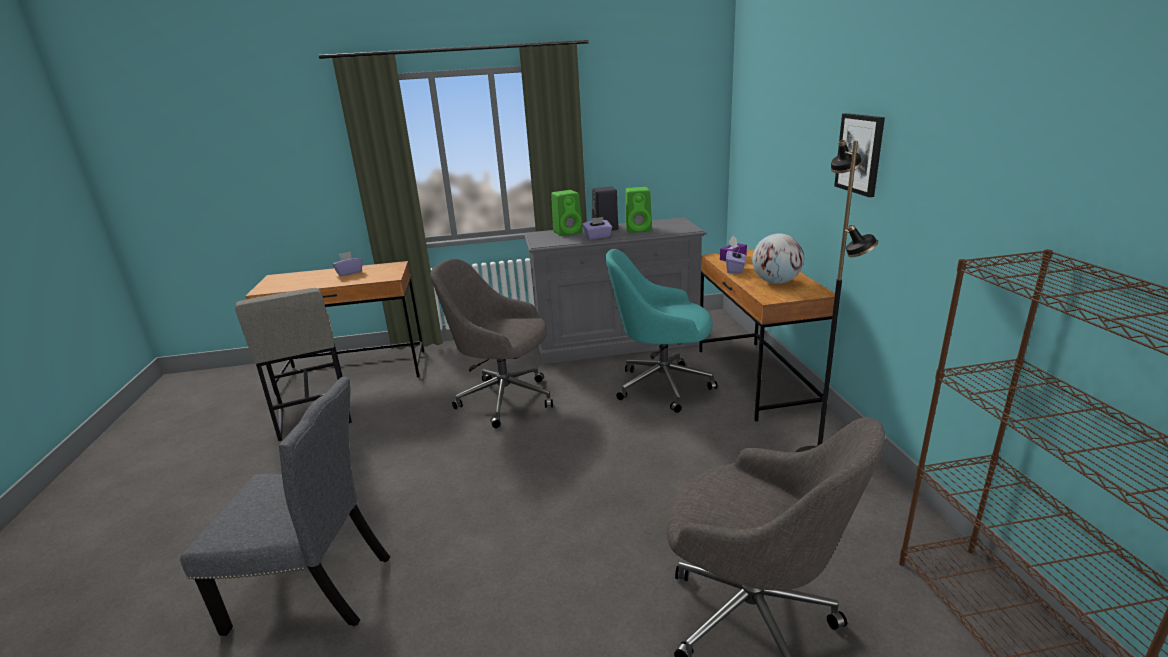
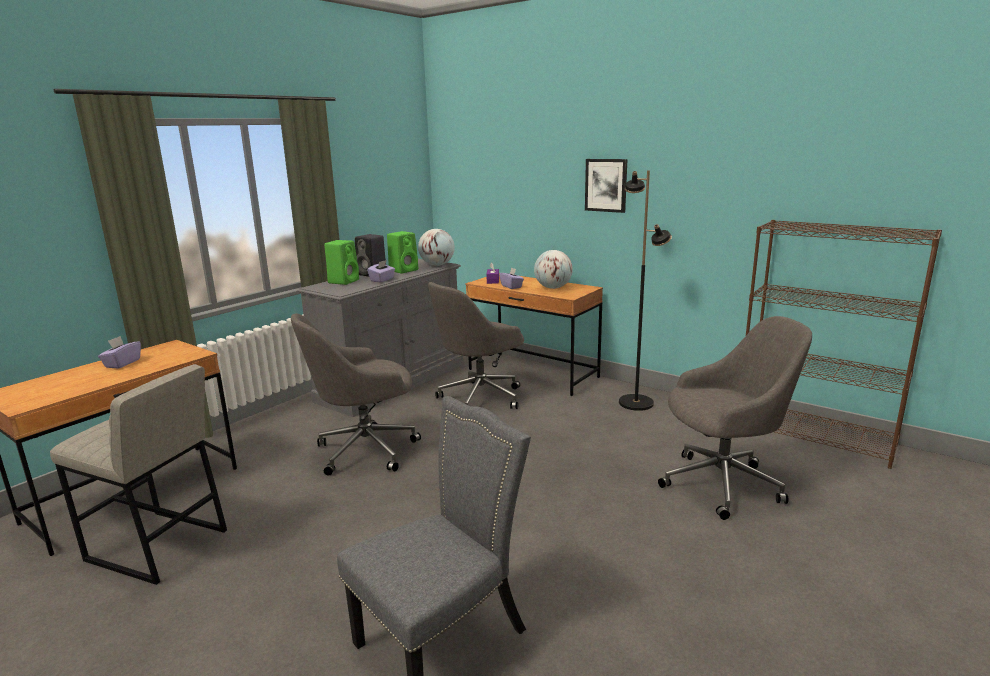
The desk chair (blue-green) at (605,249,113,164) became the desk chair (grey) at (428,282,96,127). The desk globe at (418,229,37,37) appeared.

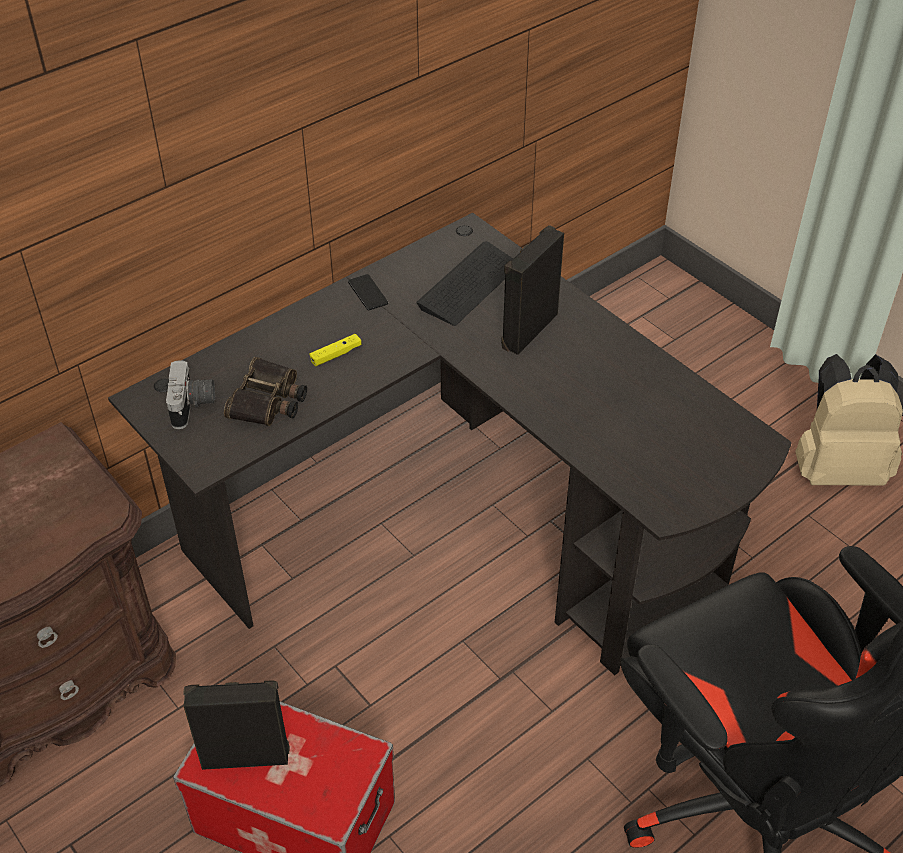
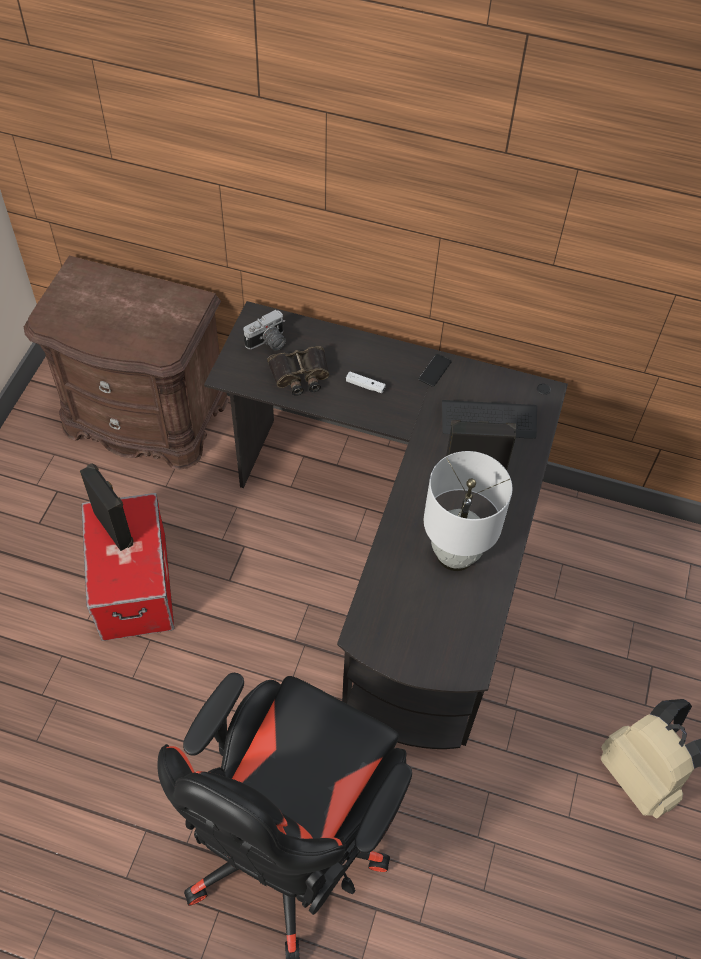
The gamepad (yellow-coloured) at (309,334,53,32) became the gamepad (white) at (346,371,40,22). The lamp for a table (white) at (424,451,88,120) appeared.

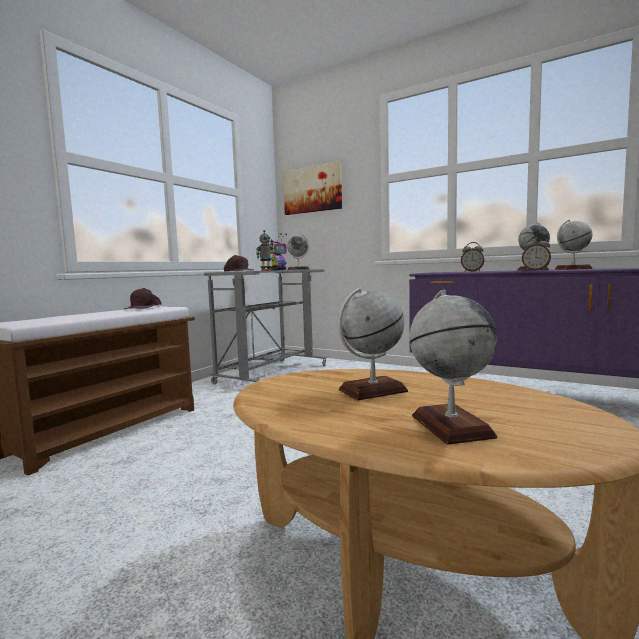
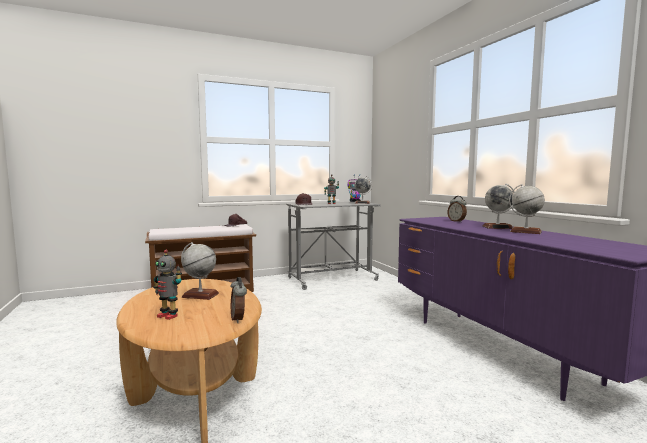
The picture at (283,161,59,54) disappeared. The desk globe at (409,290,89,154) was replaced by the model robot at (153,250,29,70). The alarm clock moved from (522,236,29,35) to (231,277,16,46).

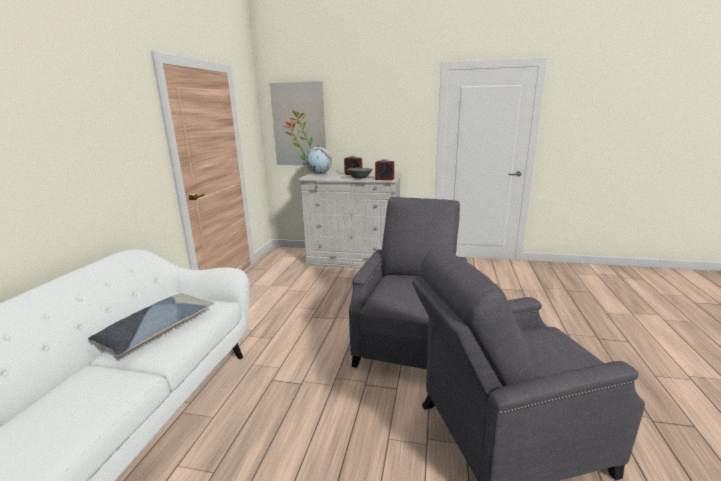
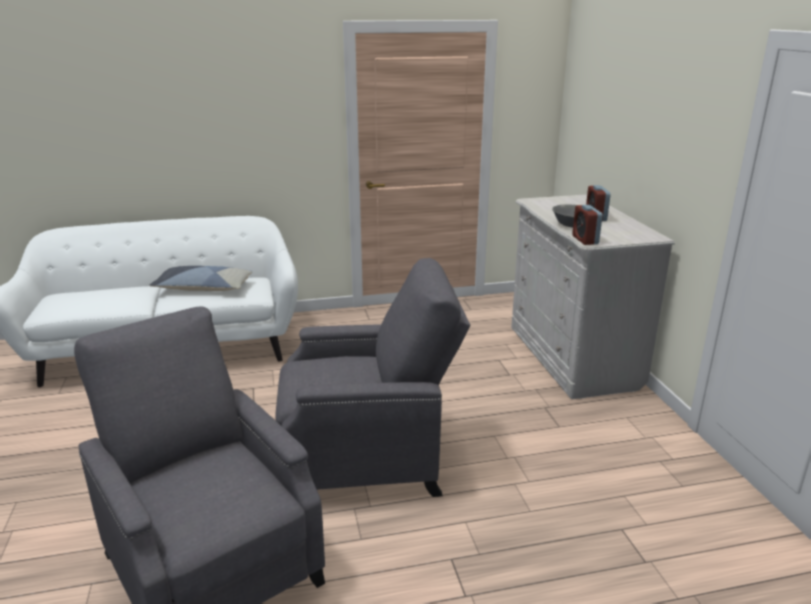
The picture at (270,81,56,84) disappeared. The desk globe at (305,147,27,27) disappeared.

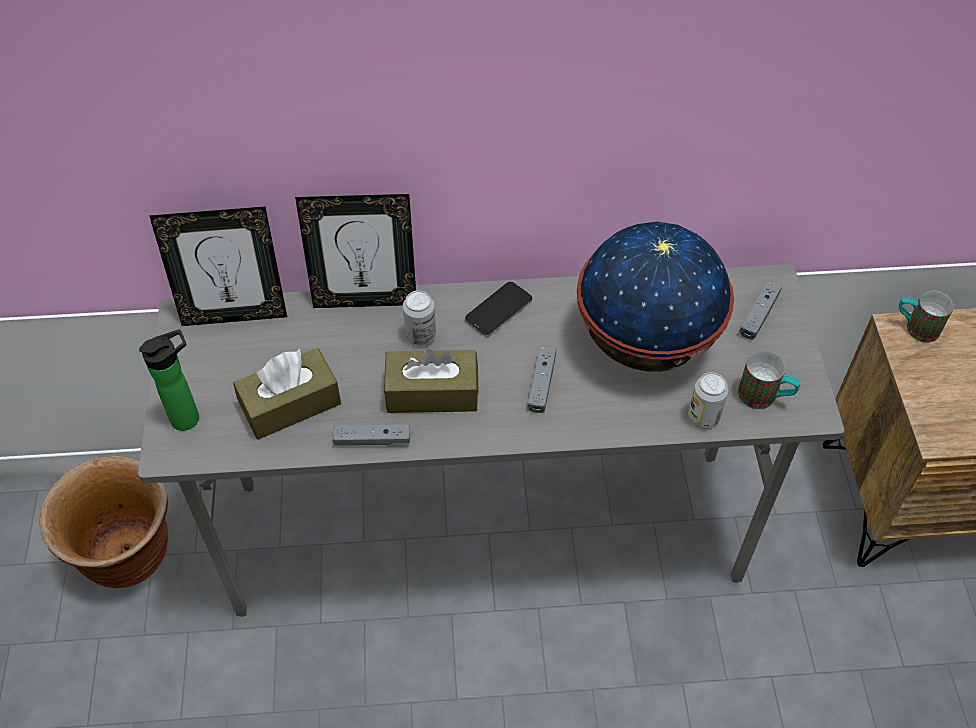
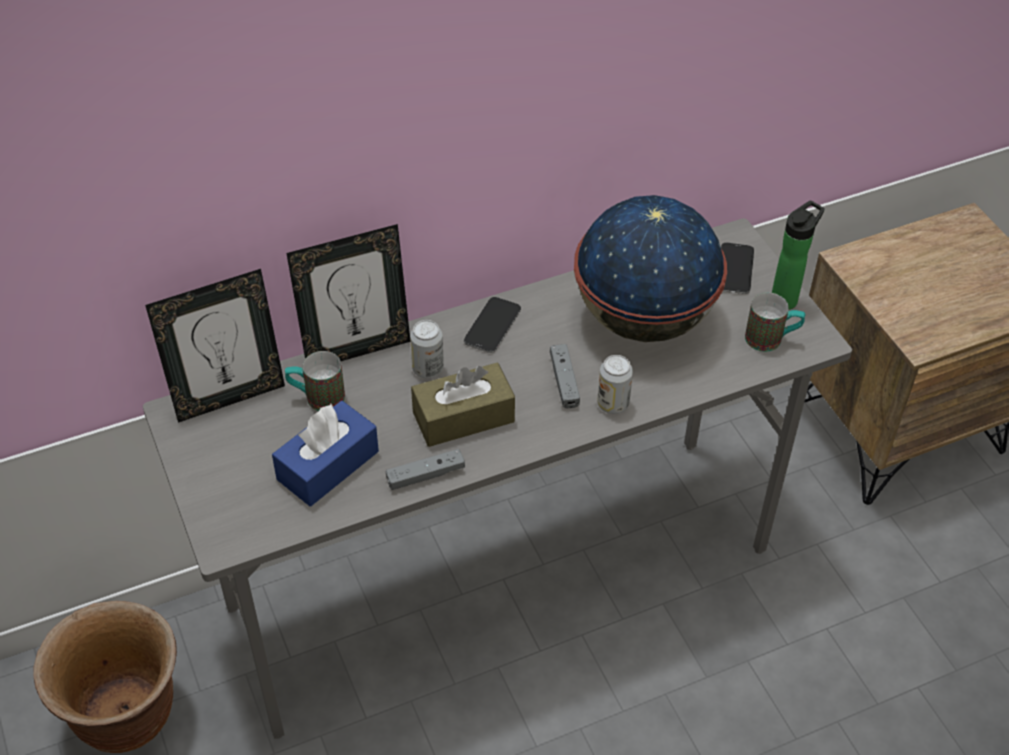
The beverage bottle moved from (139,329,60,102) to (772,200,53,110). The box of tissues (brown-coloured) at (233,348,108,92) became the box of tissues (blue-coloured) at (272,401,107,105). The can moved from (688,372,40,57) to (597,355,36,59). The gamepad (grey) at (739,280,43,60) was replaced by the handset at (721,243,33,51). The tea mug moved from (899,290,55,53) to (285,351,60,60).

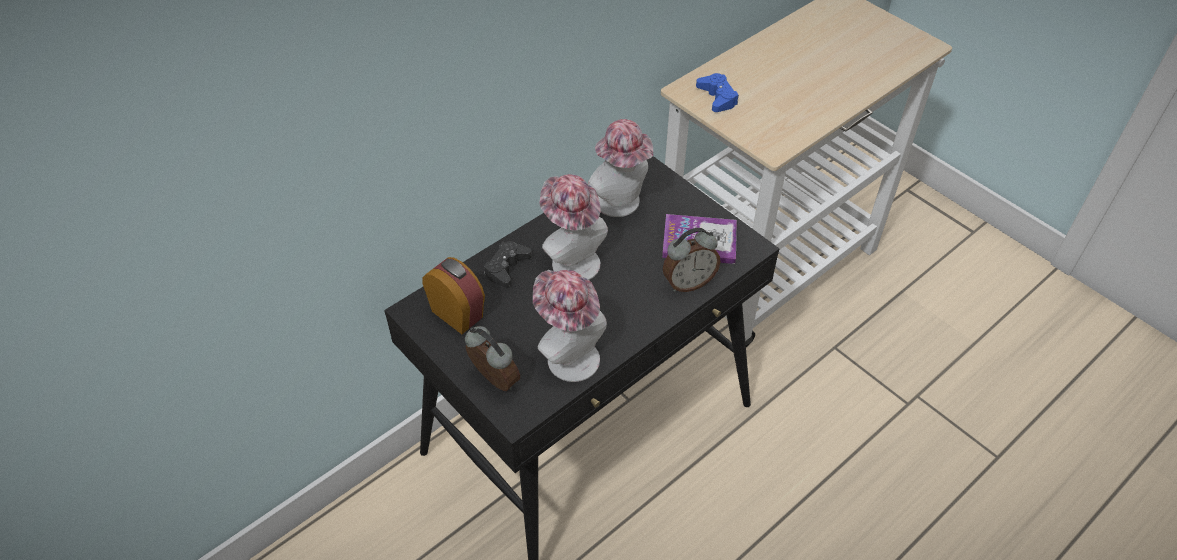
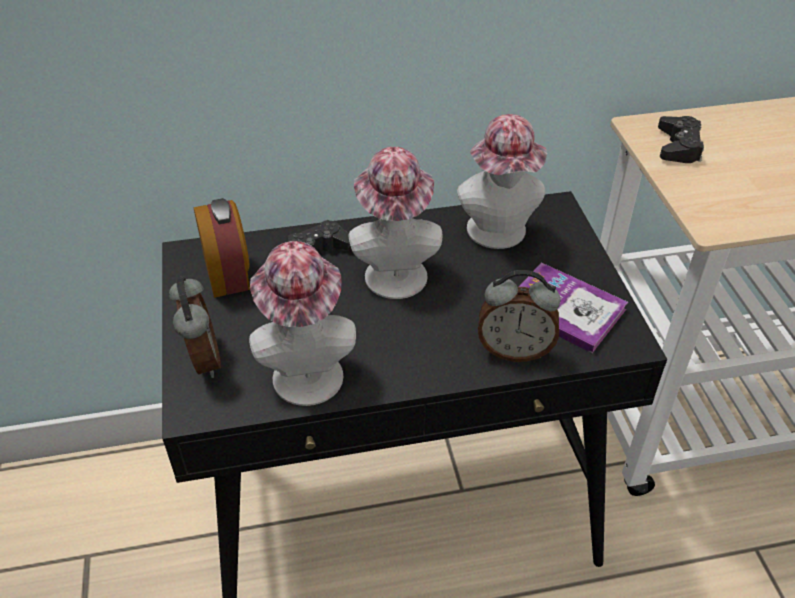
The gamepad (blue-coloured) at (696,73,43,39) became the gamepad (black) at (658,116,46,47).

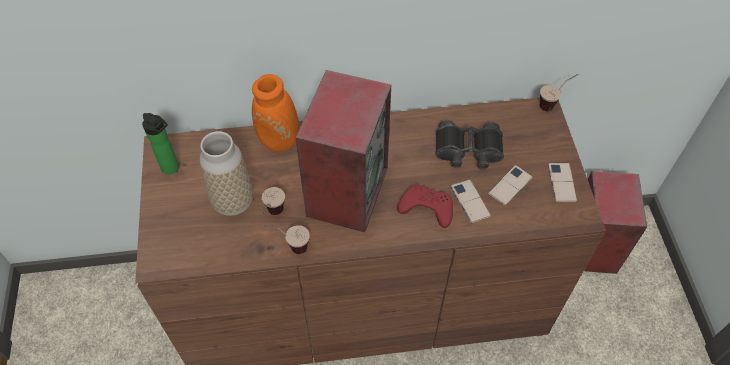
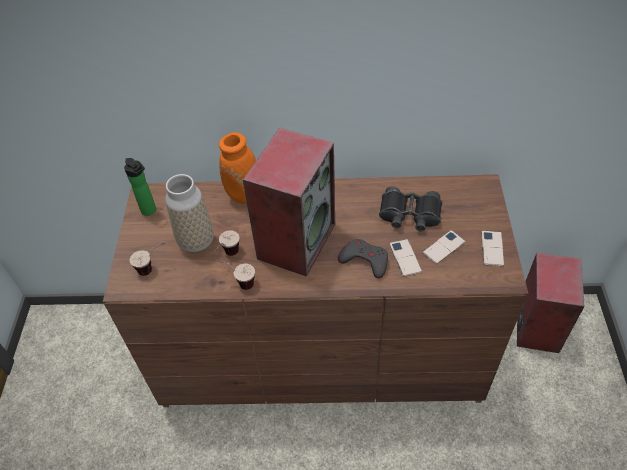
The gamepad (reddish) at (397,185,56,43) became the gamepad (grey) at (338,239,50,39). The drinking cup moved from (540,74,38,37) to (130,243,35,33).

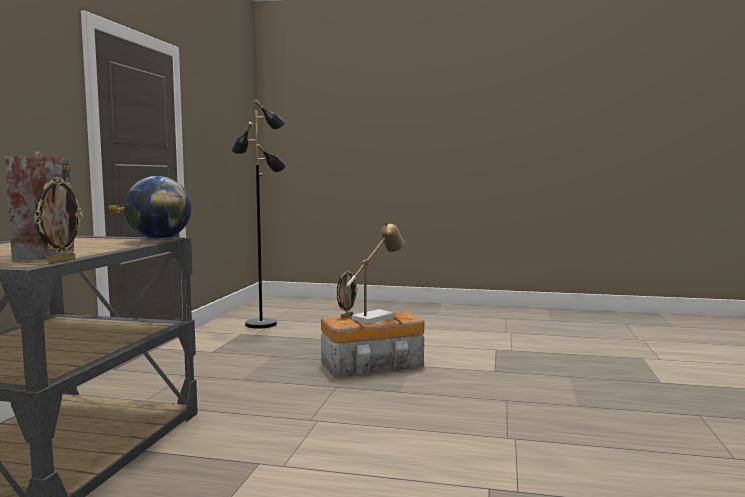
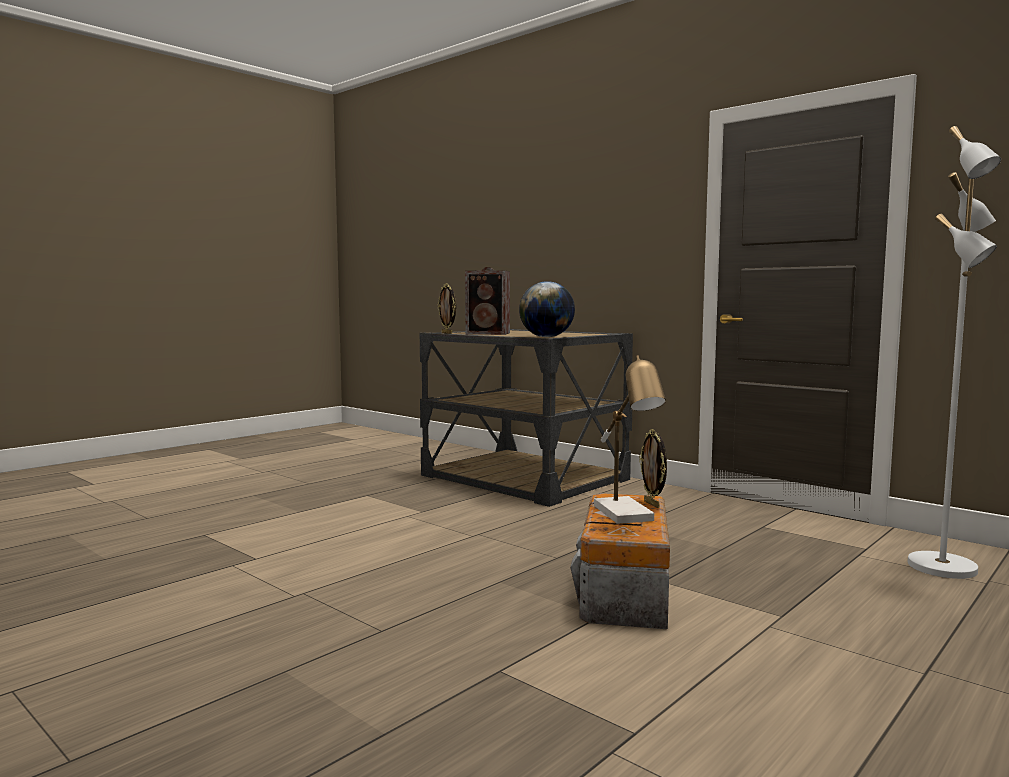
The floor lamp (black) at (231,99,55,230) became the floor lamp (white) at (908,126,93,453).

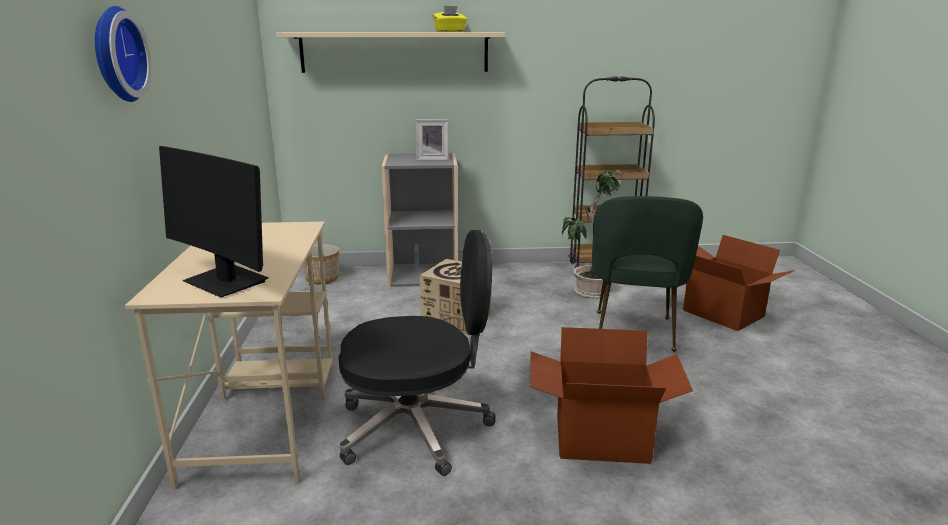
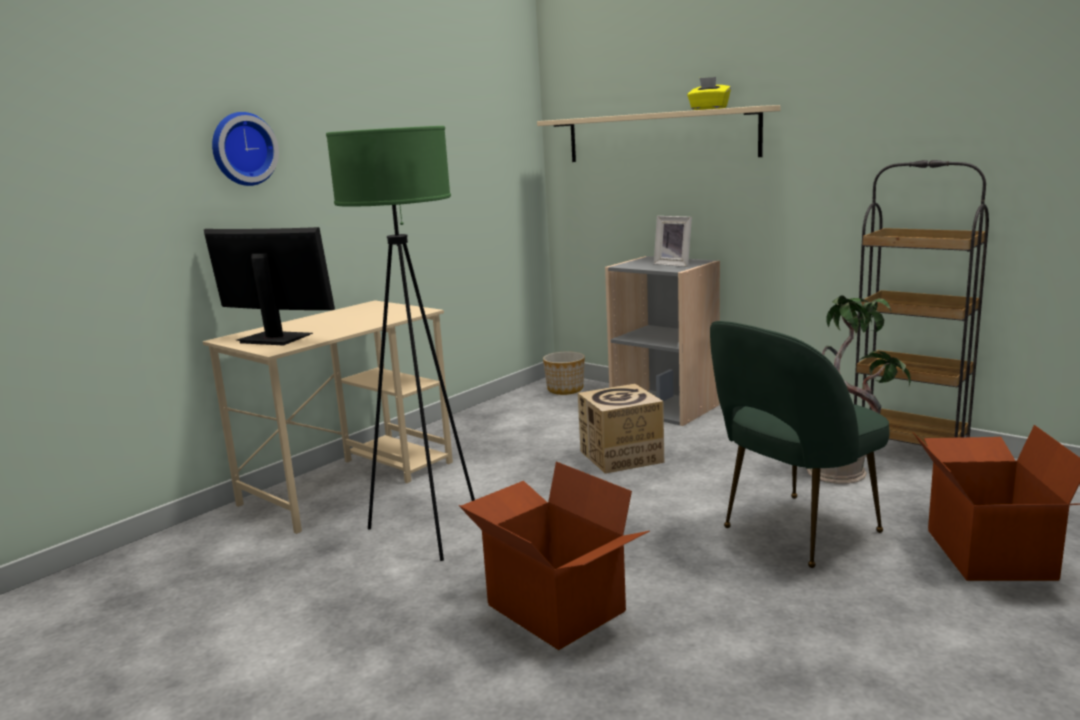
The monitor at (159,146,110,151) turned 120 degrees clockwise. The desk chair (black) at (338,230,157,246) was replaced by the floor lamp (green) at (326,126,149,435).

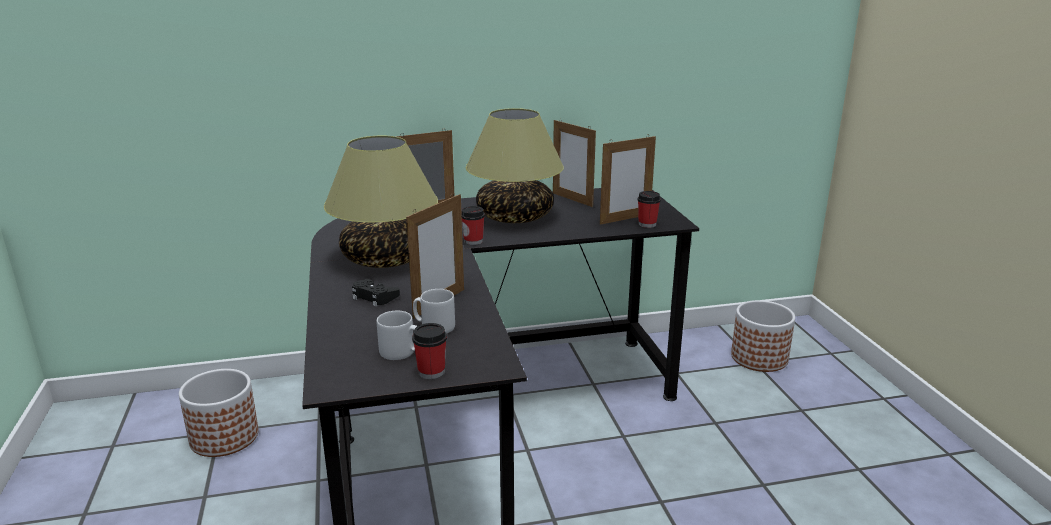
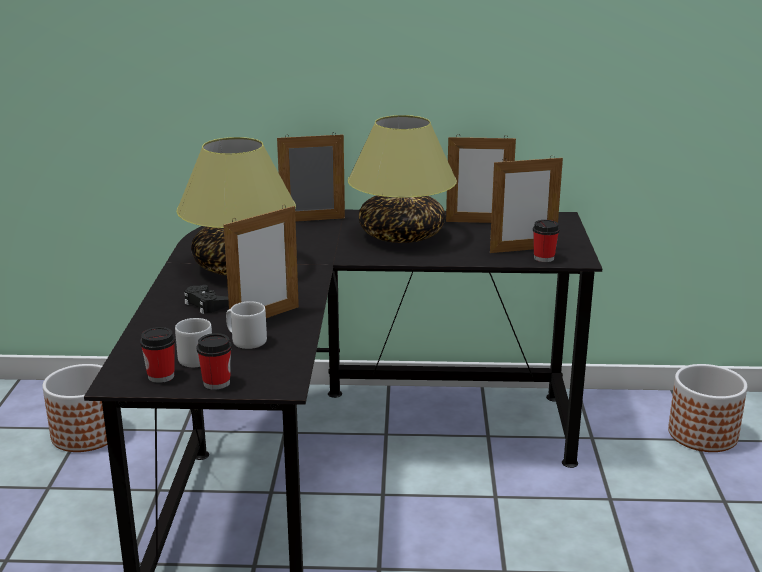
The drinking cup moved from (461,206,24,39) to (140,327,35,56). The standing frame at (553,119,43,88) turned 60 degrees counterclockwise.

